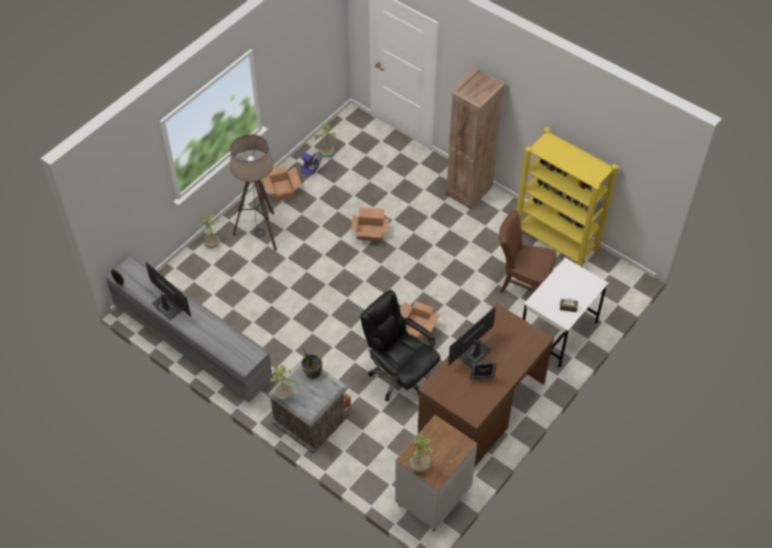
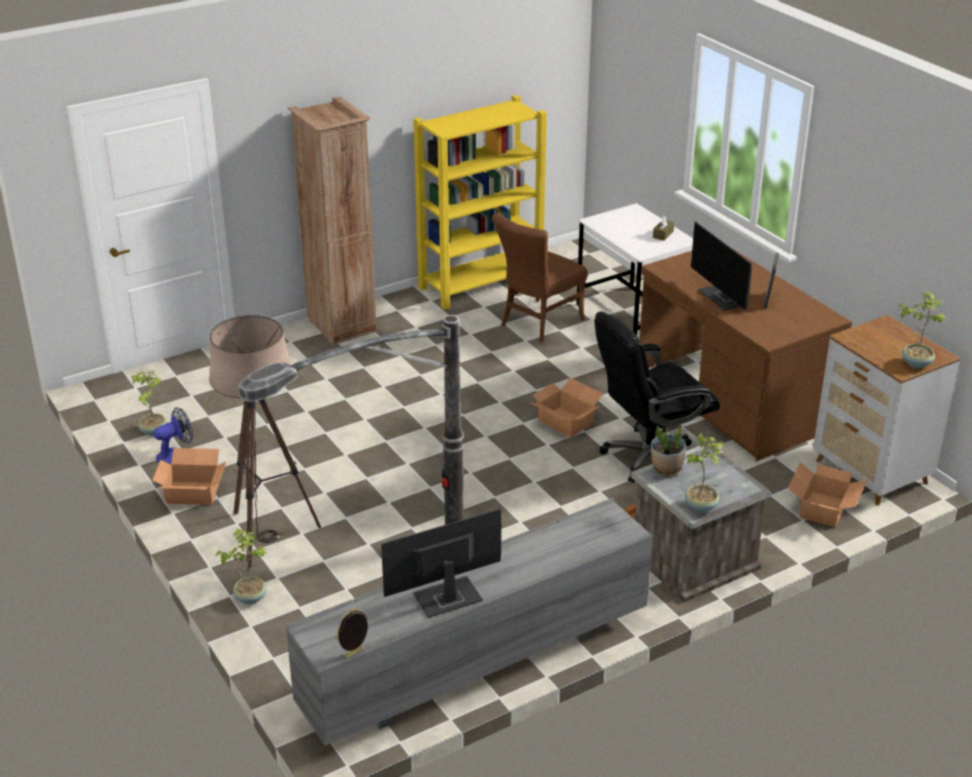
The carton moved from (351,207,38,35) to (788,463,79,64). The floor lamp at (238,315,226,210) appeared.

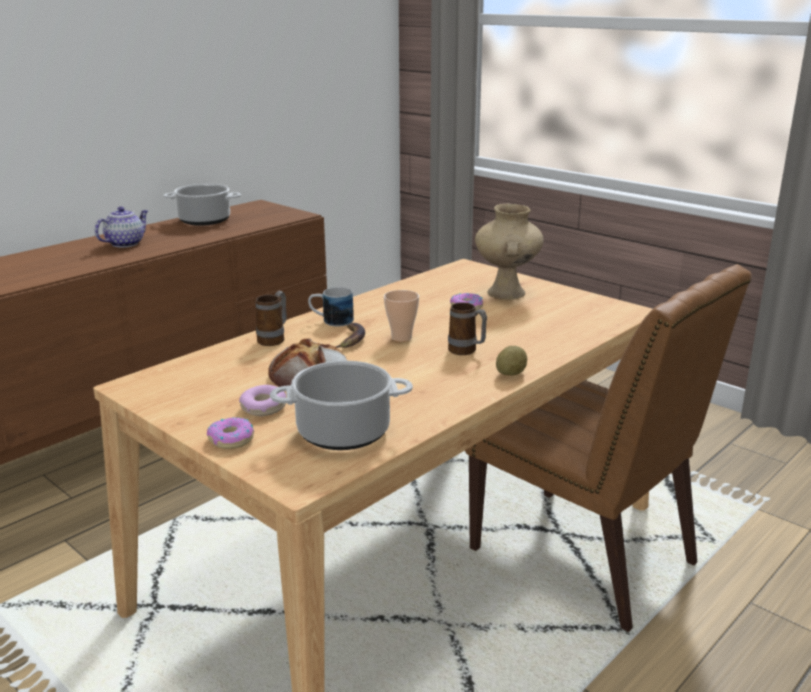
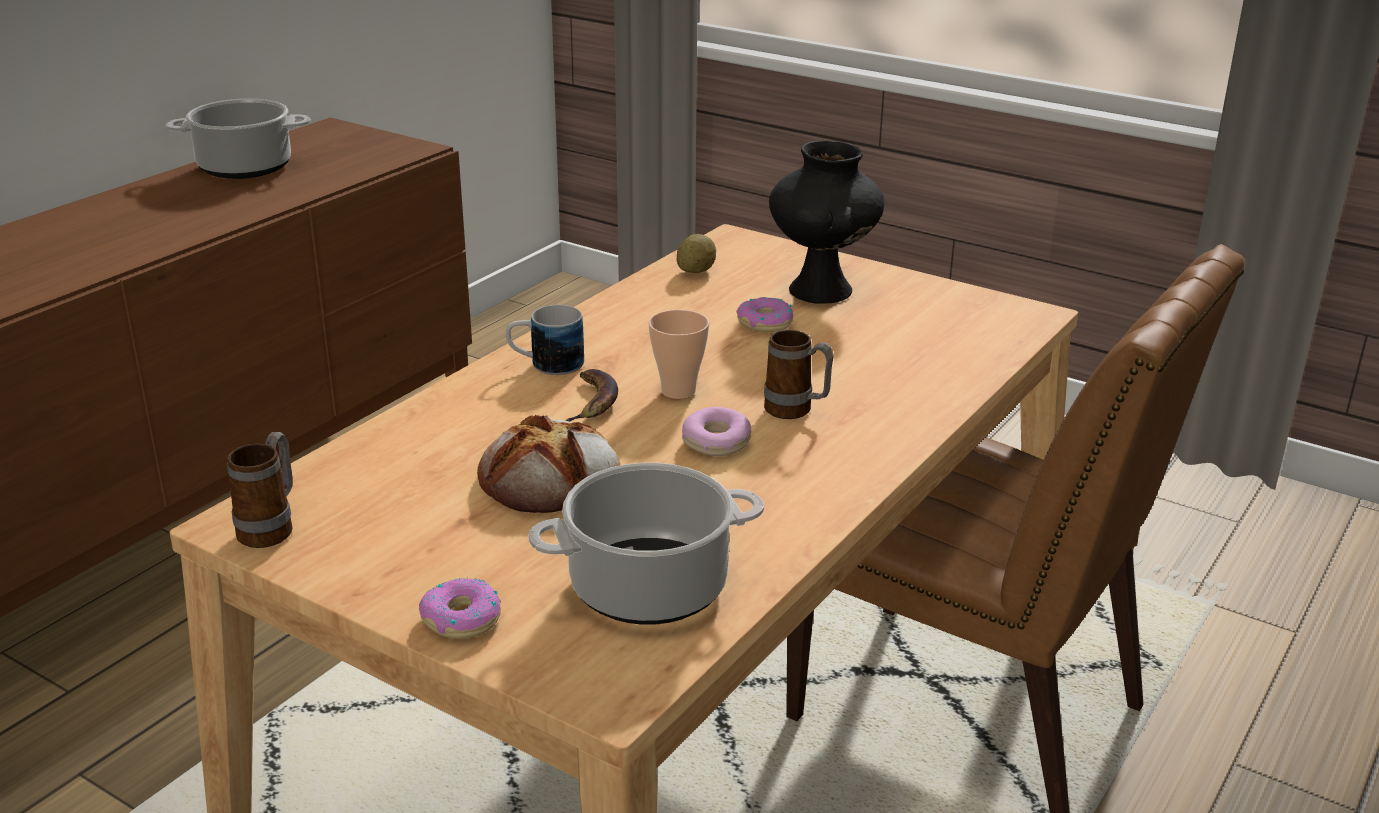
The teapot at (95,207,53,41) disappeared. The donut moved from (239,385,47,31) to (682,407,69,49). The tea mug moved from (255,291,32,55) to (227,432,66,116). The vase (beige-coloured) at (475,204,69,96) became the vase (black) at (769,140,116,163). The whole potato moved from (496,346,31,30) to (677,234,39,39).

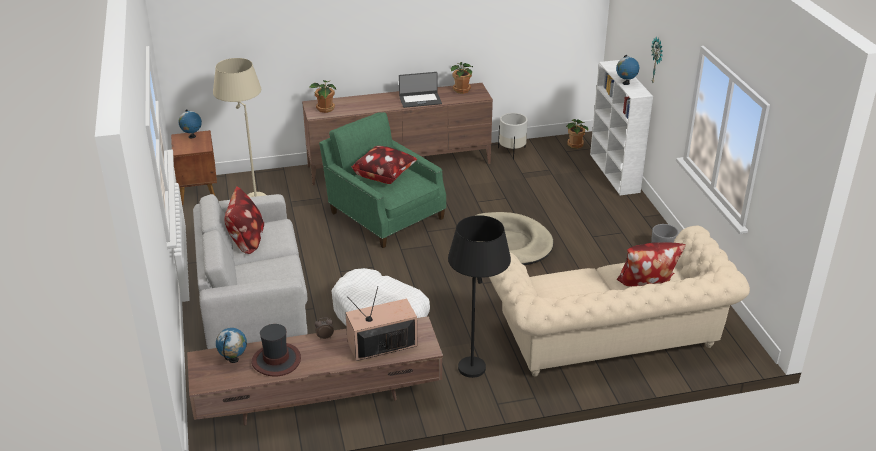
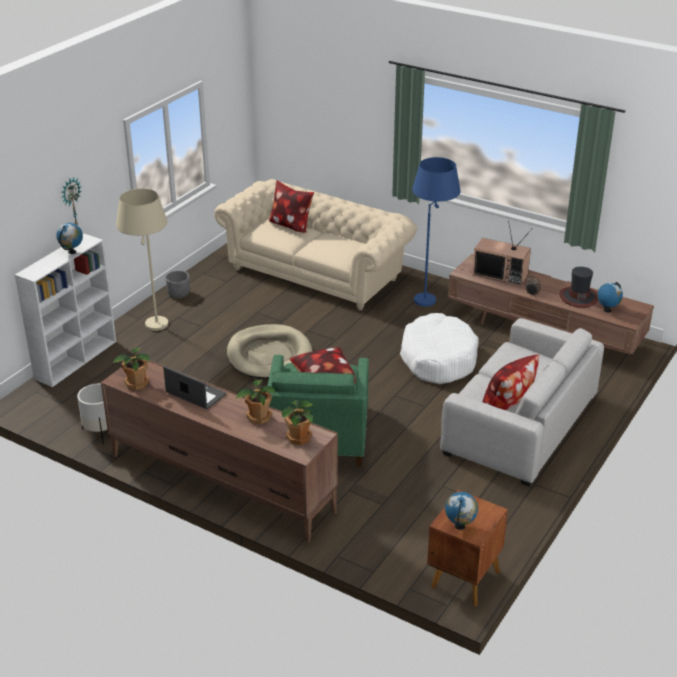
The floor lamp (beige-coloured) moved from (213,58,53,139) to (116,188,52,143). The floor lamp (black) at (448,215,63,163) became the floor lamp (blue-coloured) at (412,157,49,150). The plant in a pot moved from (566,119,22,30) to (236,379,39,45).

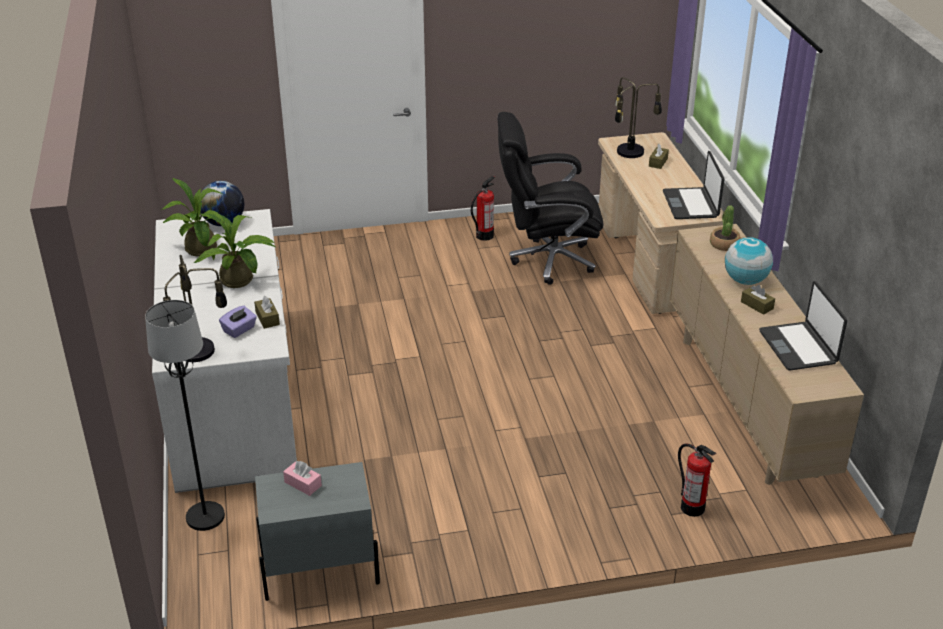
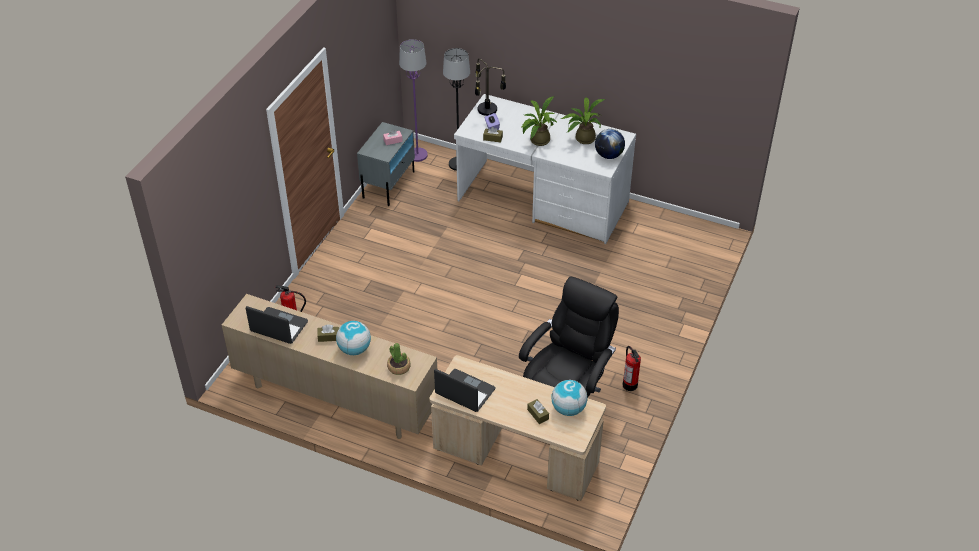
The lamp for a table at (615,77,47,81) was replaced by the desk globe at (551,380,37,36). The floor lamp (purple-coloured) at (399,39,29,123) appeared.

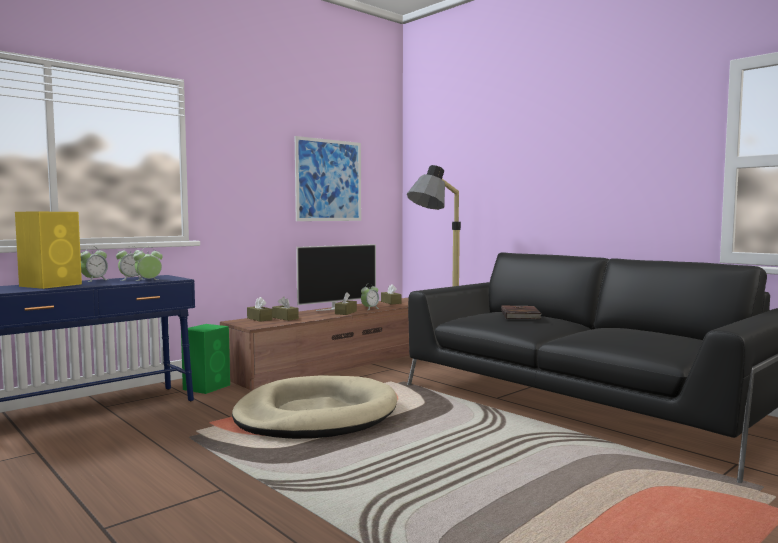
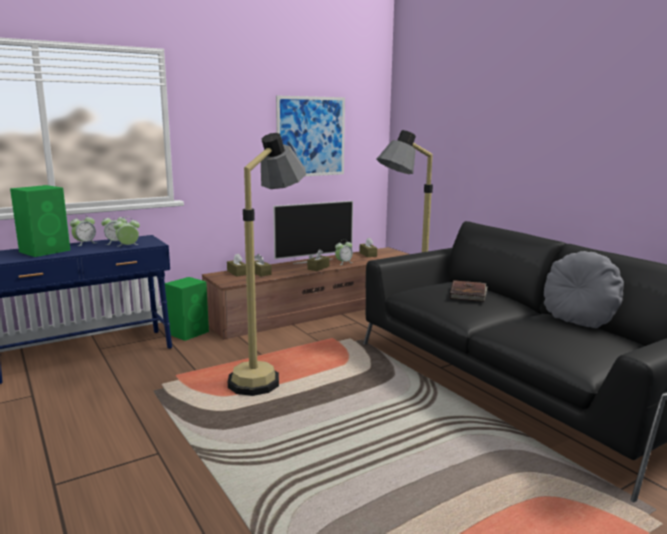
The loudspeaker (yellow-coloured) at (15,212,67,77) became the loudspeaker (green) at (10,185,60,72). The dog bed (beige-coloured) at (232,375,165,64) was replaced by the floor lamp at (228,133,78,263). The cushion (grey) at (544,251,80,77) appeared.

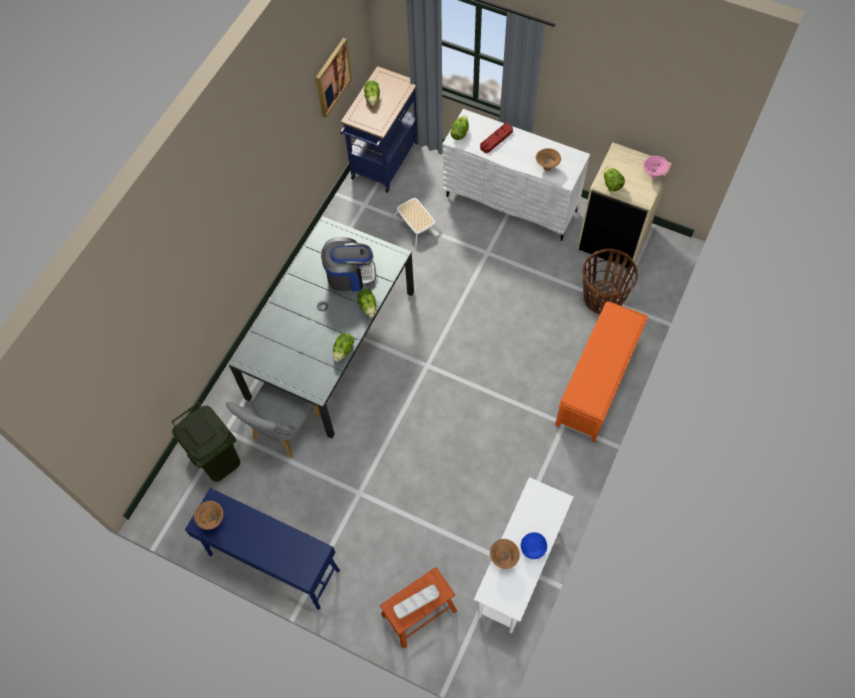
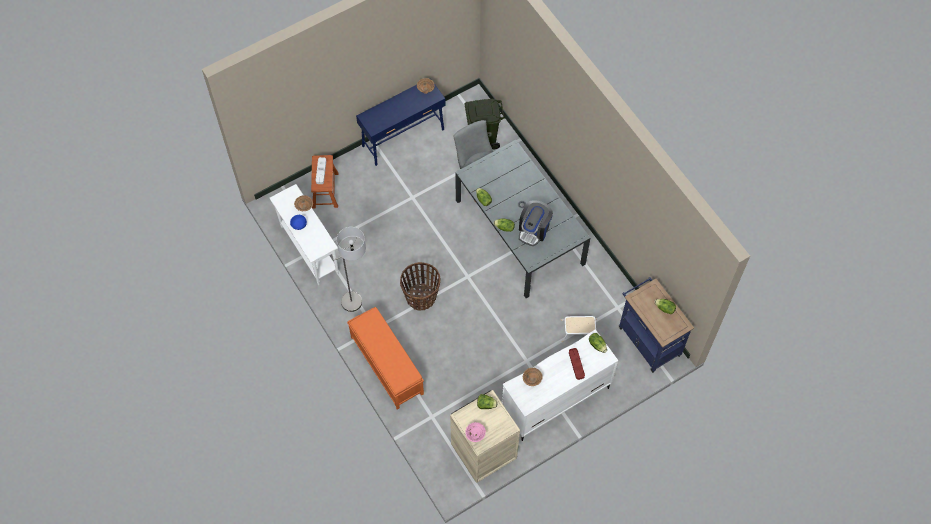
The picture at (316,38,36,80) disappeared. The household basket moved from (582,249,56,65) to (400,262,40,49). The floor lamp (grey) at (334,227,32,85) appeared.

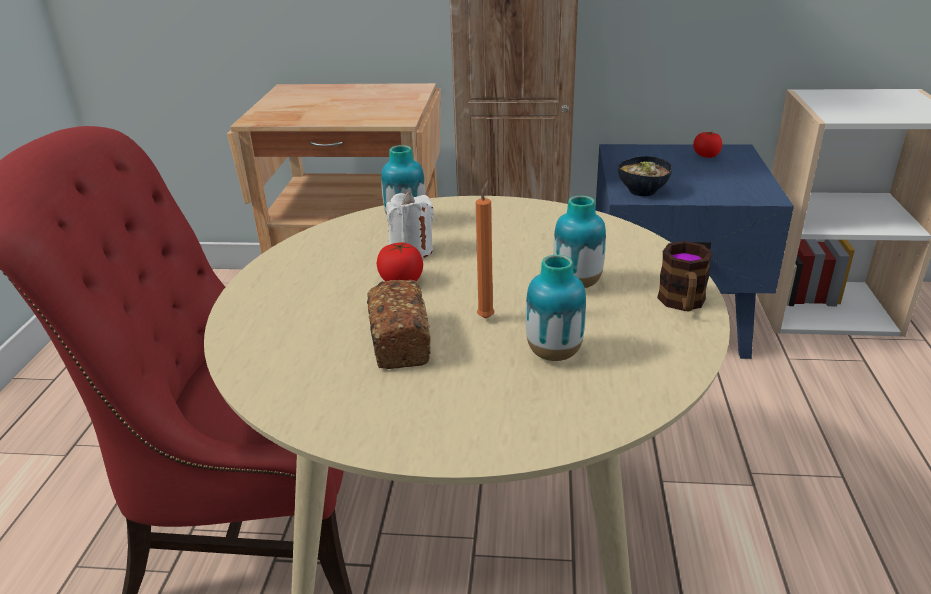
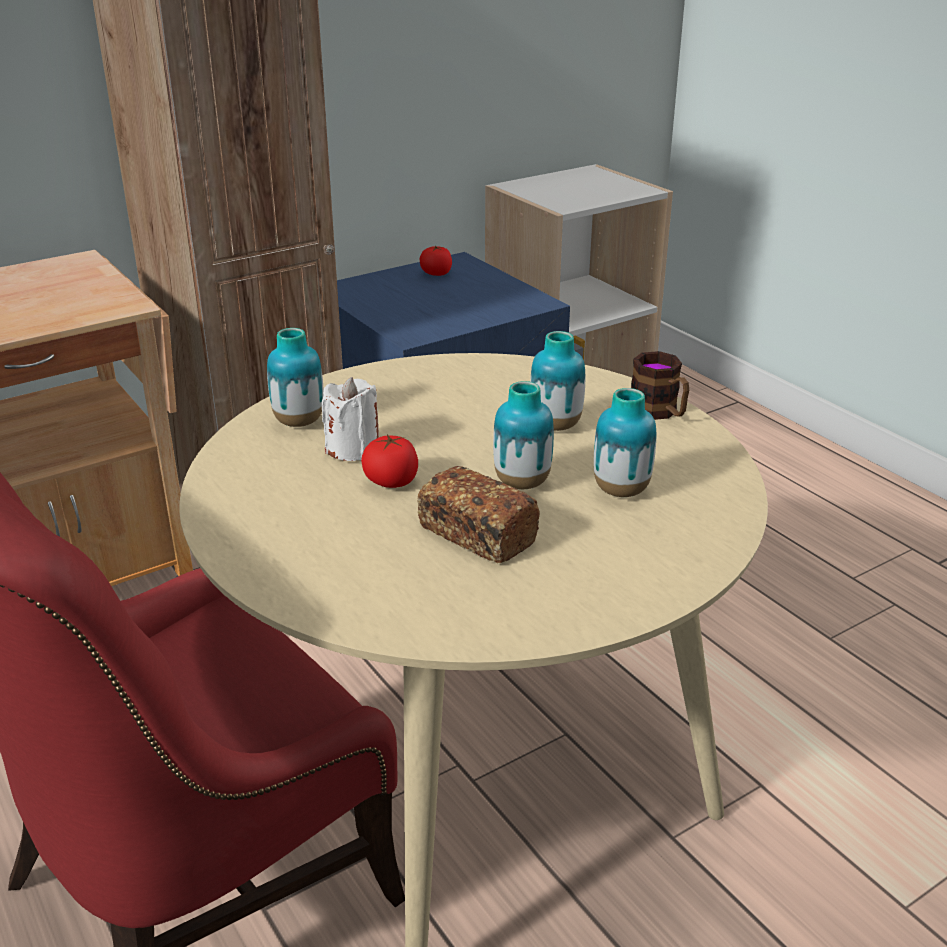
The wax light (orange-coloured) at (476,181,19,138) was replaced by the vase at (493,381,61,108). The bowl at (618,156,54,40) disappeared.

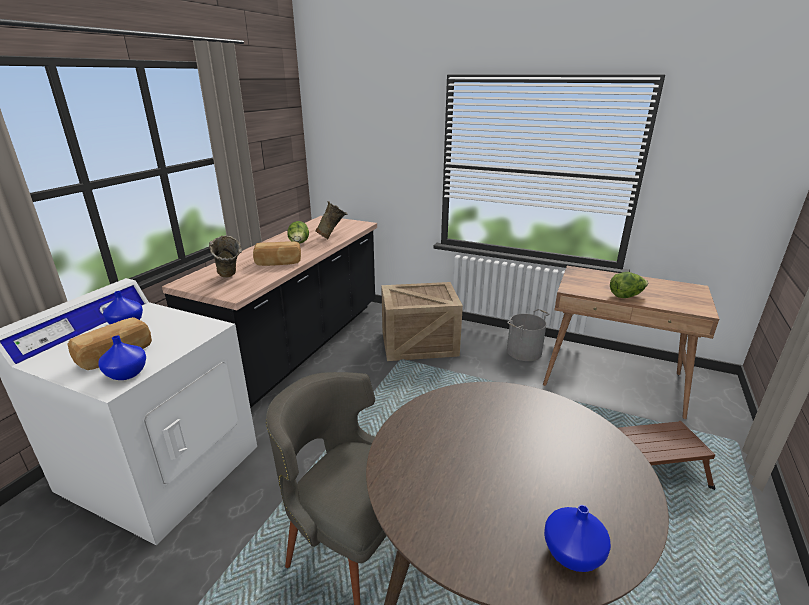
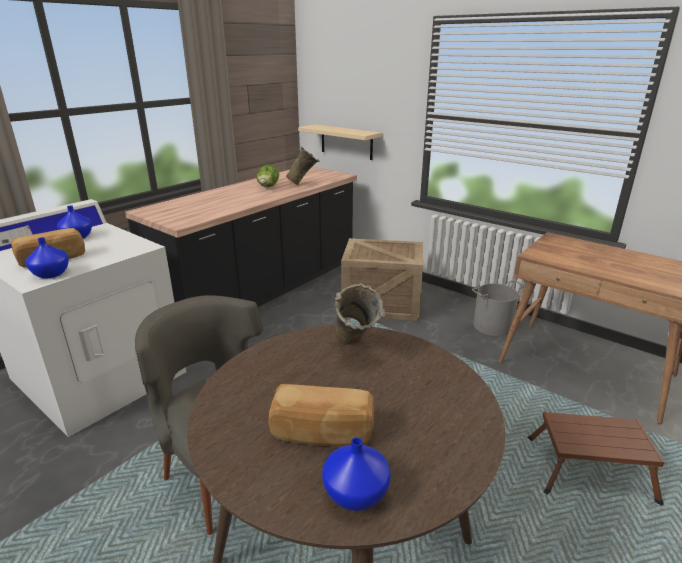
The vase (beige-coloured) moved from (209,235,33,43) to (334,283,52,62). The bread moved from (253,241,48,25) to (268,384,106,62). The lettuce head at (610,272,38,26) disappeared. The bracket shelf (beige-coloured) at (298,124,84,36) appeared.

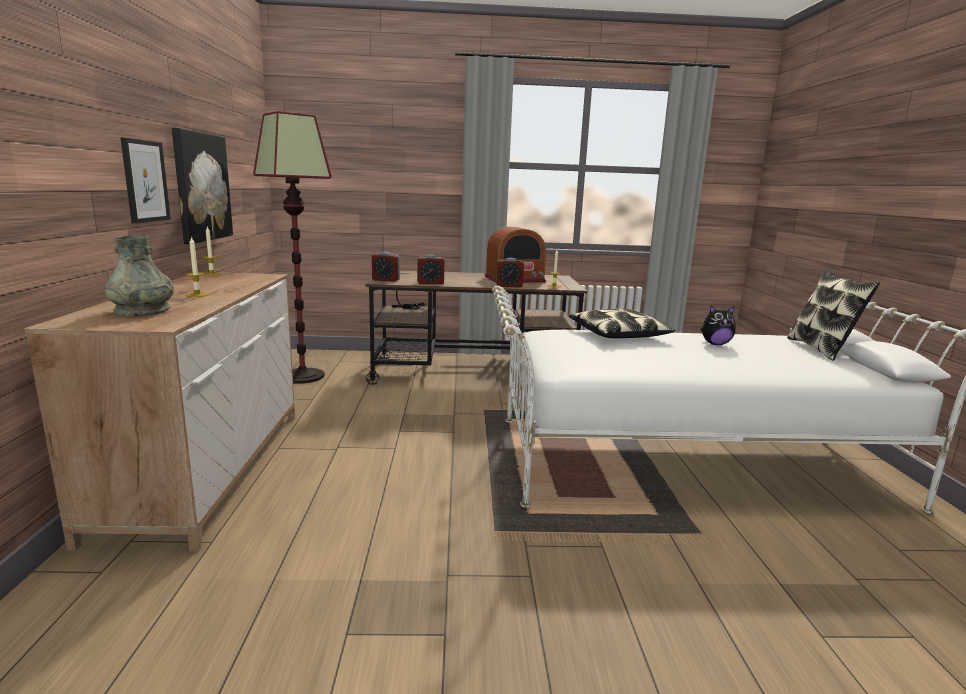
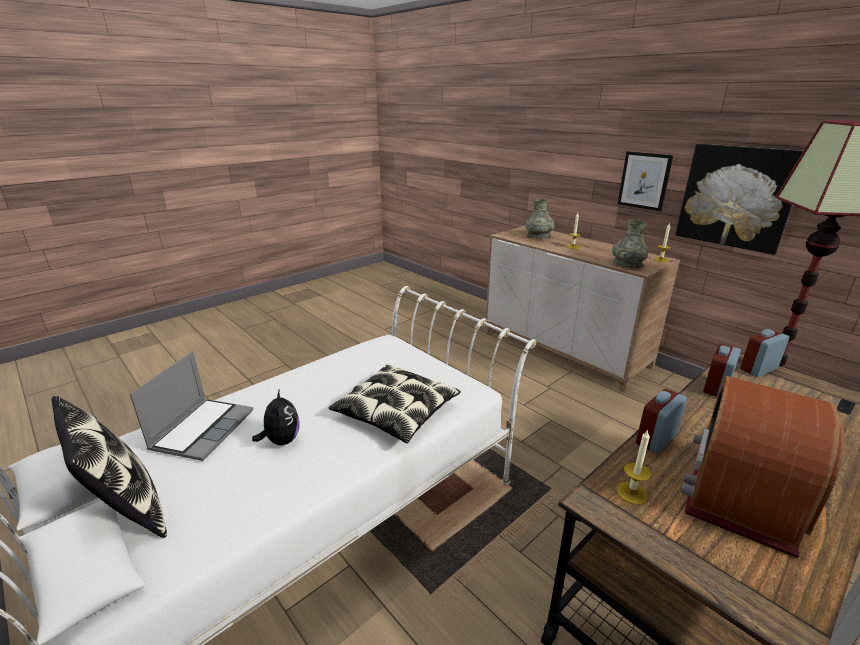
The soft toy at (701,305,35,40) turned 120 degrees clockwise. The laptop at (130,351,123,110) appeared. The vase (grey) at (612,220,37,48) appeared.

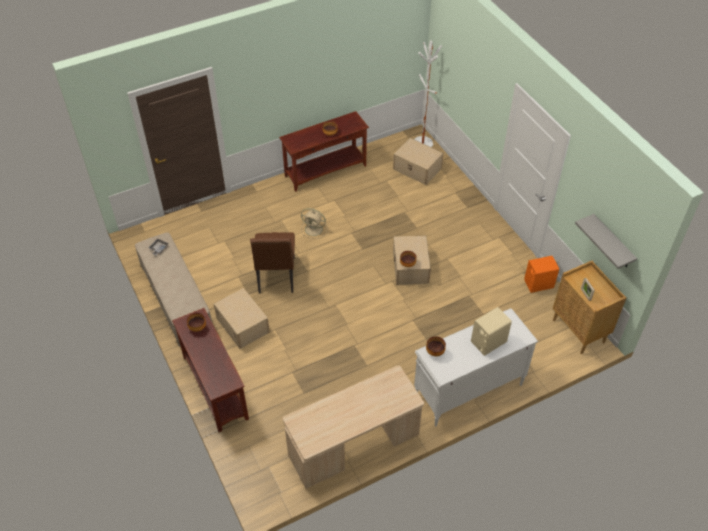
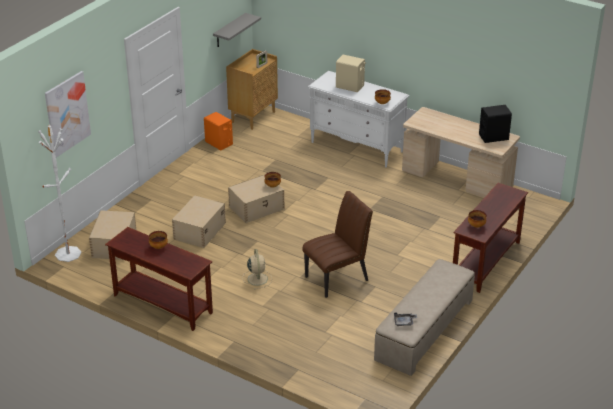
The storage box (beige-coloured) moved from (214,288,56,61) to (172,195,54,53). The picture at (45,71,46,86) appeared. The loudspeaker (black) at (479,105,33,38) appeared.

